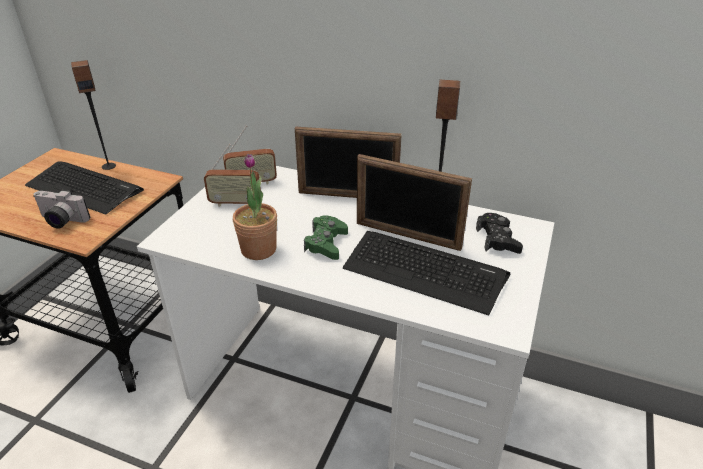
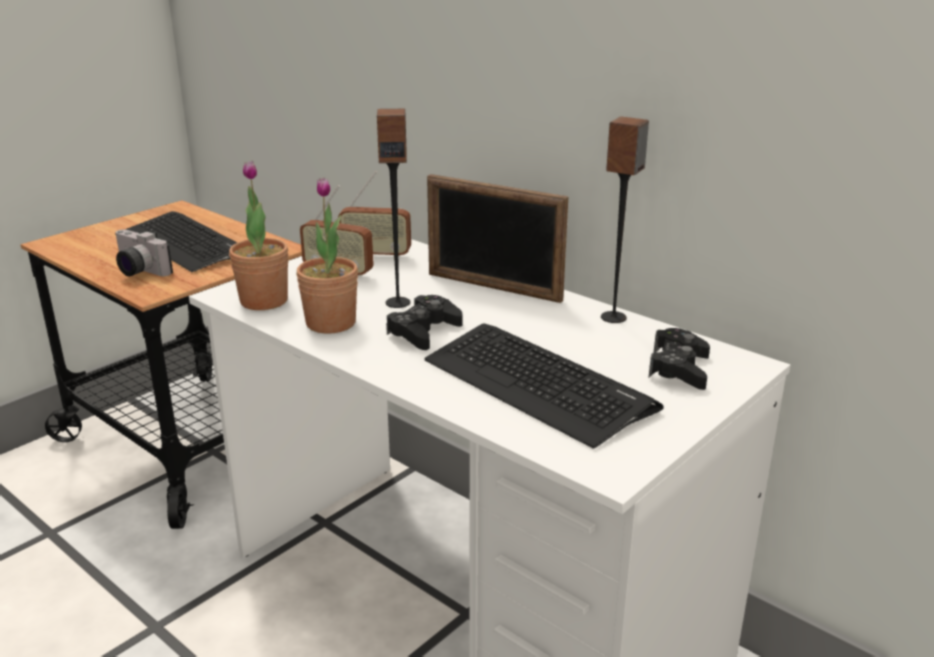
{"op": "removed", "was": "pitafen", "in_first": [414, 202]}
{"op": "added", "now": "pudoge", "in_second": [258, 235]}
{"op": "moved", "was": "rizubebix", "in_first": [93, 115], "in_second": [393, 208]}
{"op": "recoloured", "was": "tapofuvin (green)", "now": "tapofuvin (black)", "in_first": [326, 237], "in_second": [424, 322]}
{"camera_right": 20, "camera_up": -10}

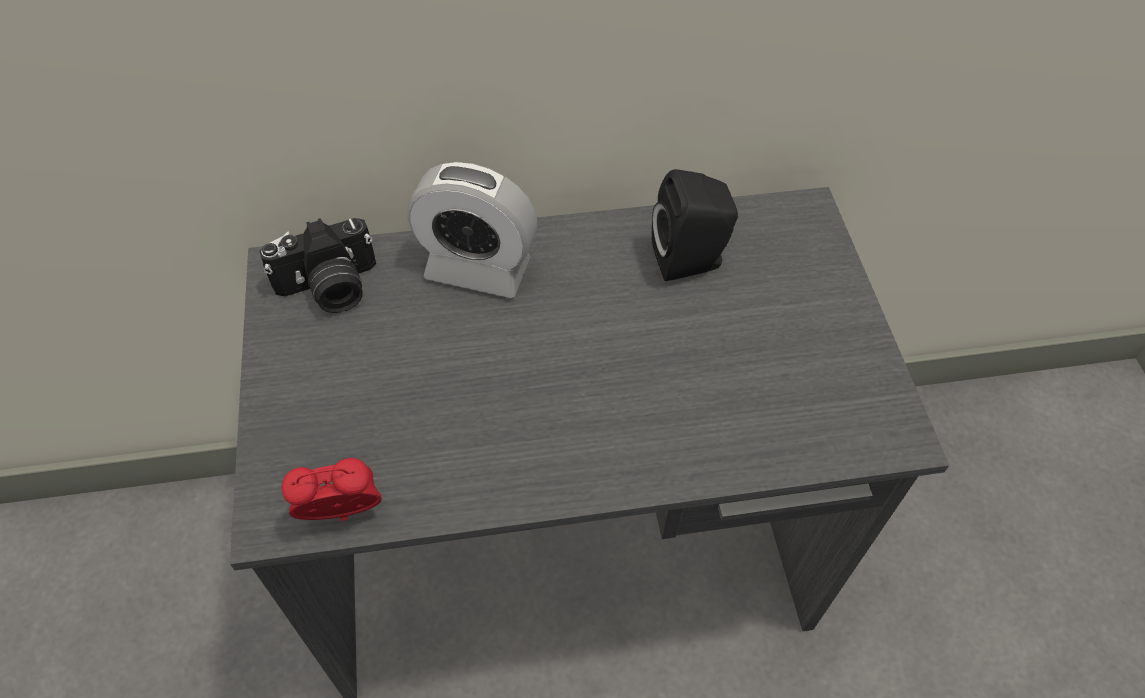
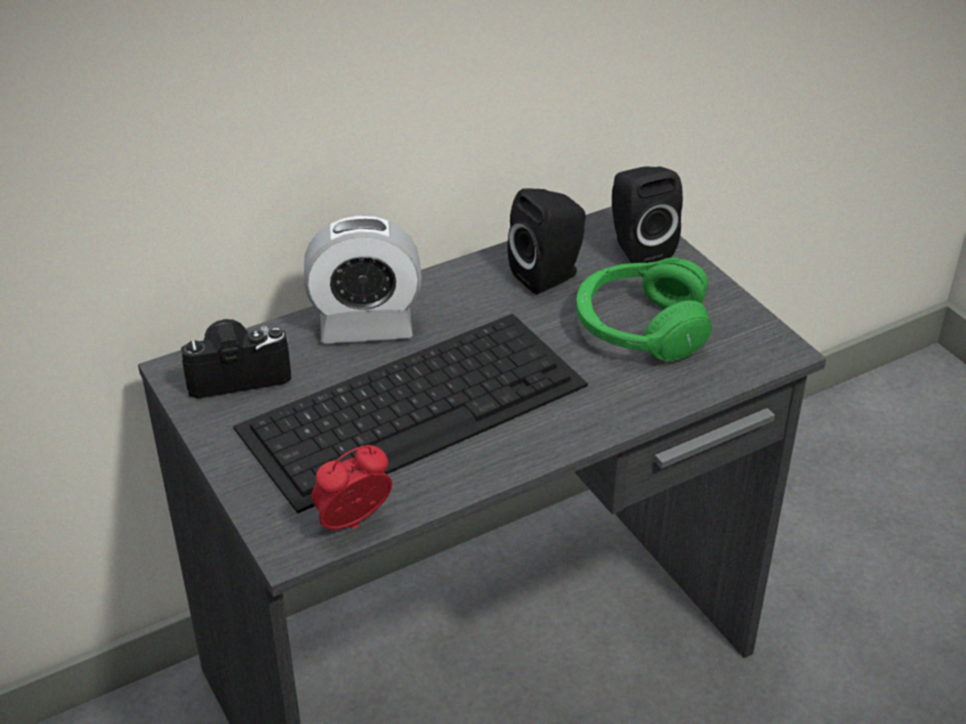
{"op": "added", "now": "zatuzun", "in_second": [410, 414]}
{"op": "added", "now": "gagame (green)", "in_second": [644, 309]}
{"op": "added", "now": "rizubebix (black)", "in_second": [647, 215]}
{"op": "turned", "was": "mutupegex", "in_first": [317, 265], "in_second": [235, 358], "clockwise": -150}
{"camera_right": -20, "camera_up": -15}

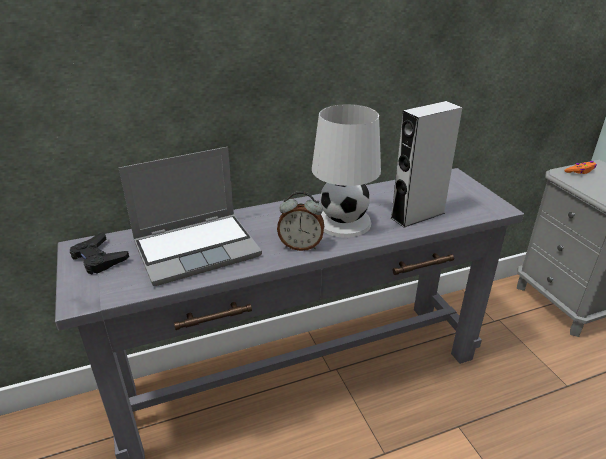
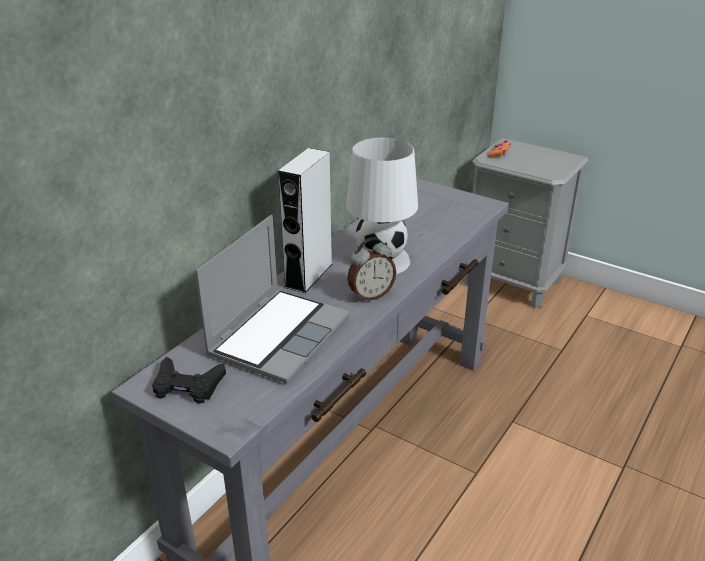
{"op": "moved", "was": "rizubebix (grey)", "in_first": [426, 164], "in_second": [305, 220]}
{"camera_right": -35, "camera_up": 0}

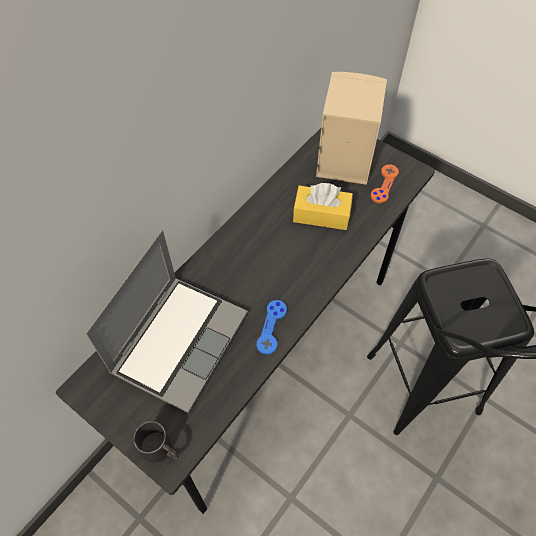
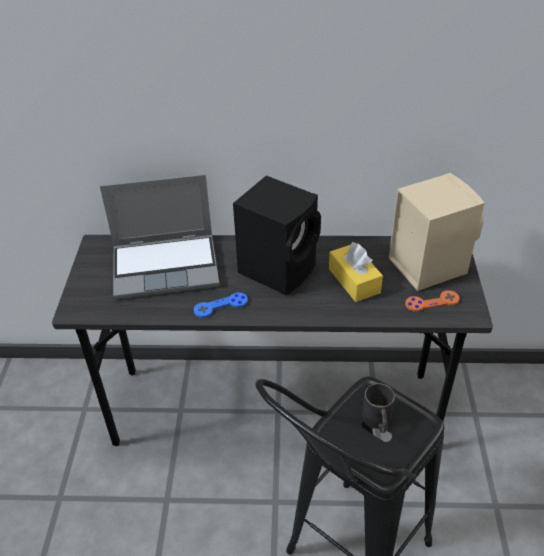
{"op": "added", "now": "rizubebix (black)", "in_second": [277, 235]}
{"op": "moved", "was": "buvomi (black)", "in_first": [156, 442], "in_second": [378, 408]}
{"camera_right": 55, "camera_up": -15}

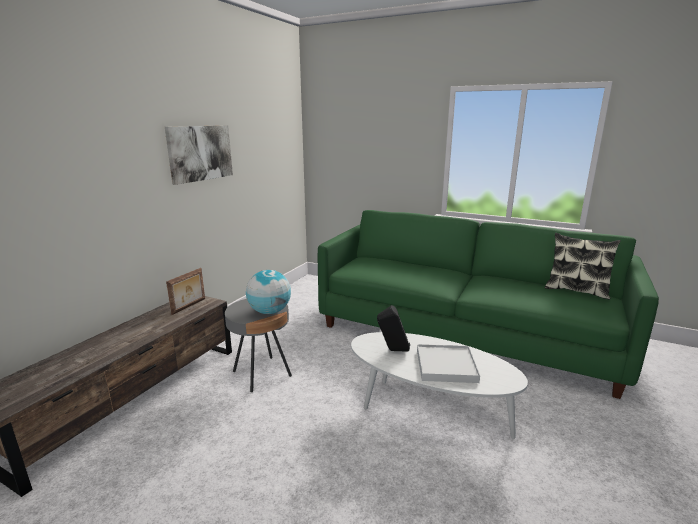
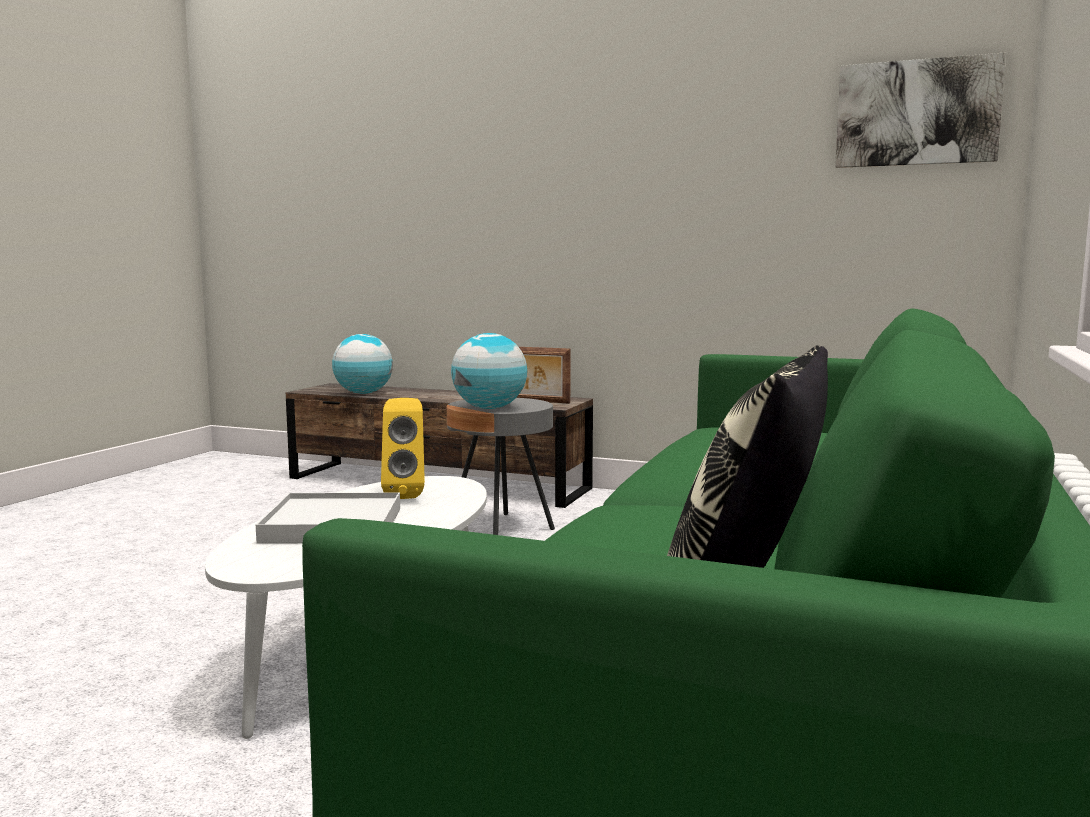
{"op": "added", "now": "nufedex", "in_second": [362, 364]}
{"op": "moved", "was": "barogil", "in_first": [199, 155], "in_second": [920, 110]}
{"op": "recoloured", "was": "rizubebix (black)", "now": "rizubebix (yellow)", "in_first": [393, 328], "in_second": [403, 448]}
{"camera_right": 85, "camera_up": -10}

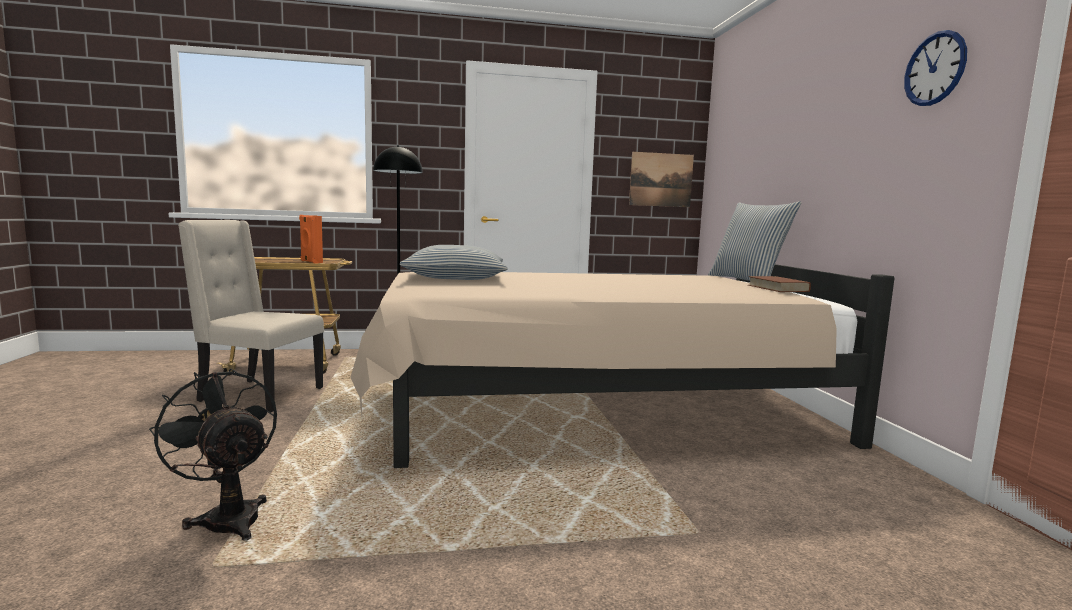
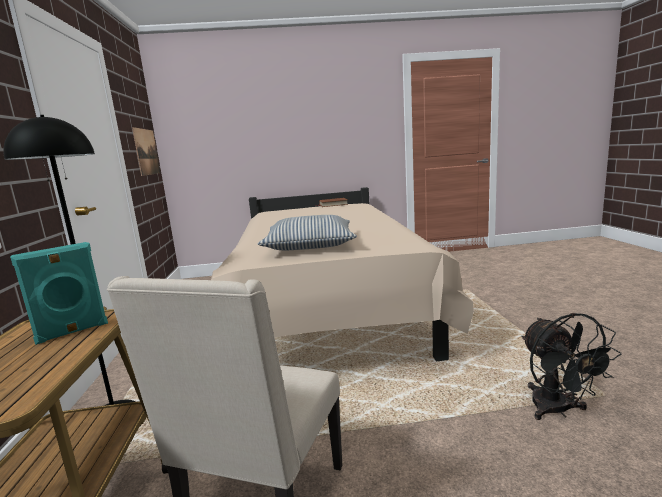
{"op": "removed", "was": "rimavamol", "in_first": [755, 241]}
{"op": "removed", "was": "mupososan", "in_first": [935, 68]}
{"op": "recoloured", "was": "rizubebix (orange)", "now": "rizubebix (turquoise)", "in_first": [311, 239], "in_second": [59, 293]}
{"op": "turned", "was": "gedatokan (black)", "in_first": [213, 455], "in_second": [571, 366], "clockwise": -60}
{"camera_right": -85, "camera_up": 5}

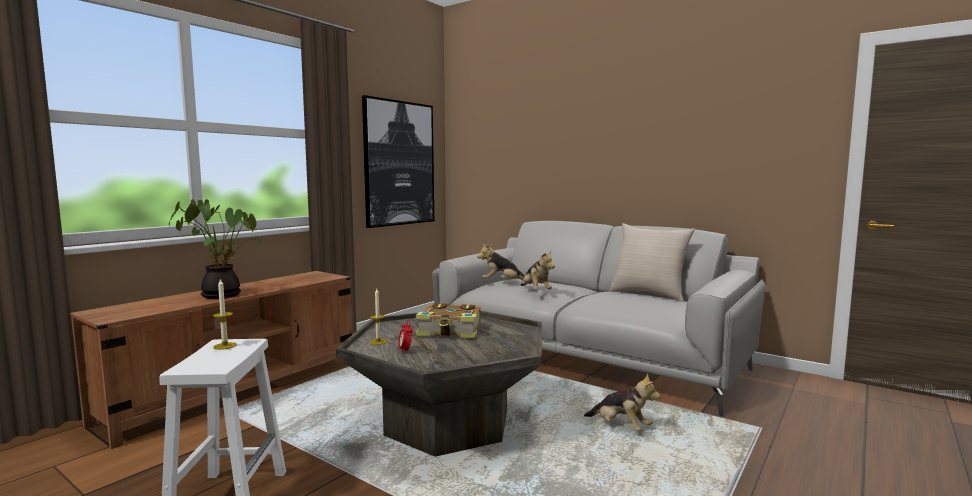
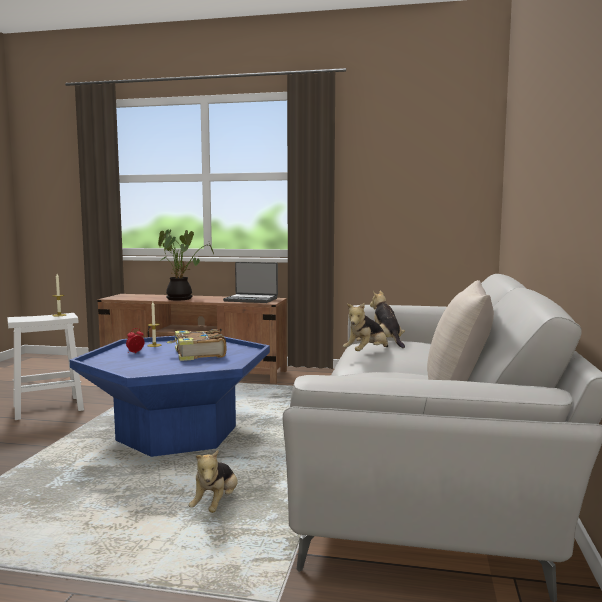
{"op": "removed", "was": "barogil", "in_first": [398, 161]}
{"op": "added", "now": "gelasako", "in_second": [250, 282]}
{"op": "recoloured", "was": "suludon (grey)", "now": "suludon (blue)", "in_first": [439, 384], "in_second": [170, 396]}
{"camera_right": 65, "camera_up": 0}

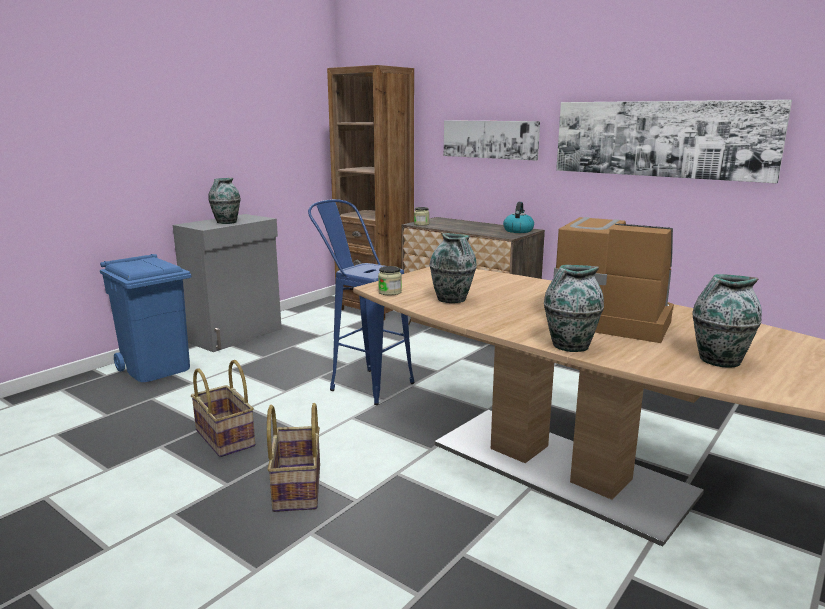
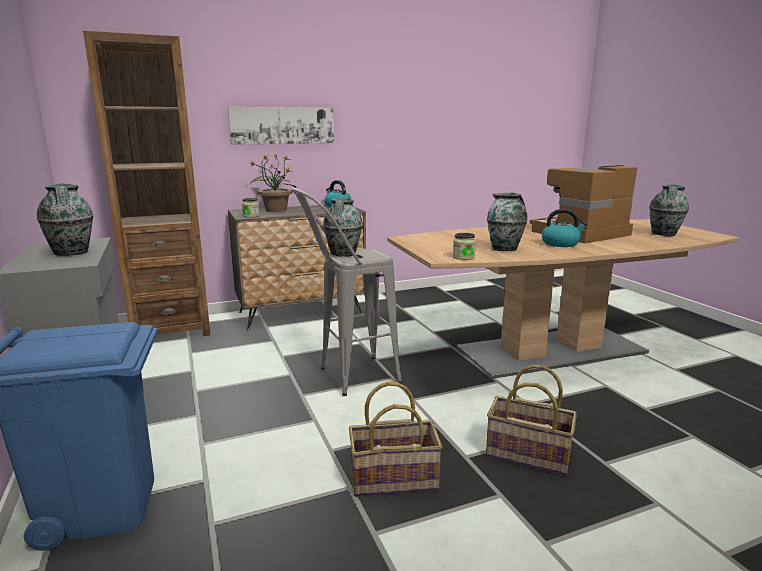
{"op": "removed", "was": "barogil", "in_first": [674, 141]}
{"op": "added", "now": "pudoge", "in_second": [272, 183]}
{"op": "added", "now": "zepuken", "in_second": [565, 228]}
{"op": "moved", "was": "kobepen", "in_first": [574, 308], "in_second": [343, 227]}
{"op": "recoloured", "was": "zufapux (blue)", "now": "zufapux (grey)", "in_first": [361, 302], "in_second": [347, 292]}
{"camera_right": -60, "camera_up": 0}

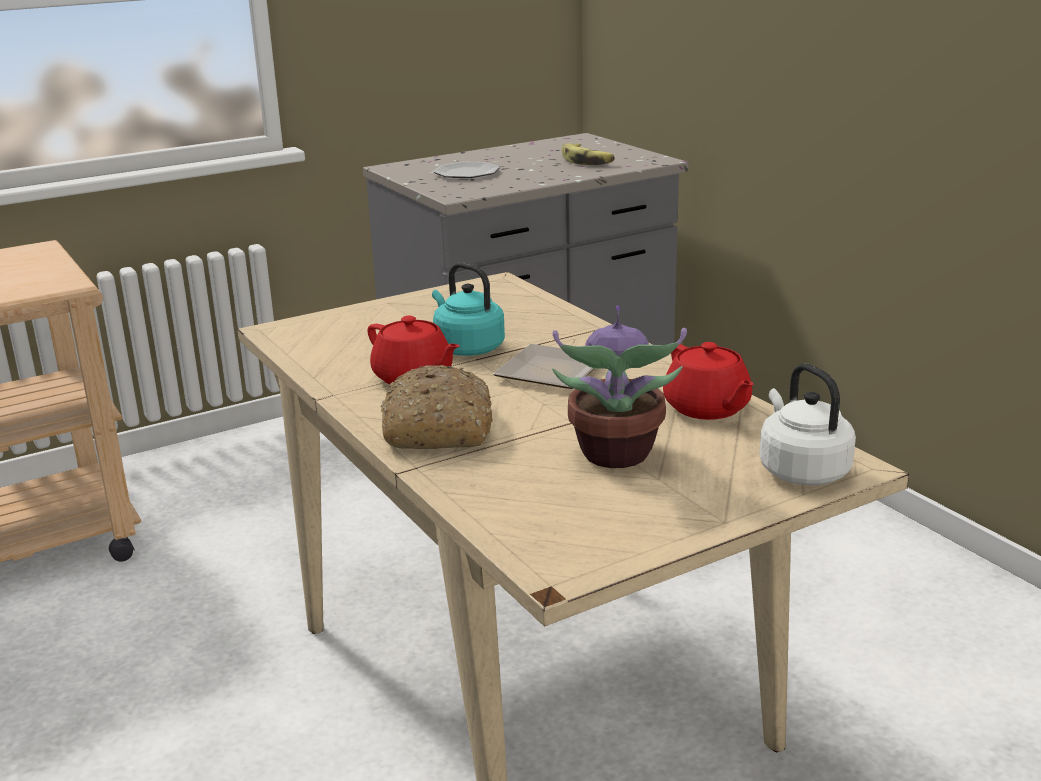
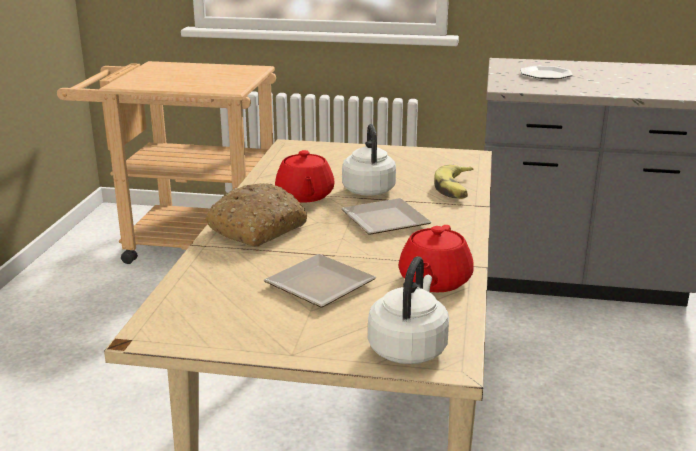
{"op": "moved", "was": "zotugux", "in_first": [588, 154], "in_second": [454, 181]}
{"op": "replaced", "was": "pudoge", "now": "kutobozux", "in_first": [619, 386], "in_second": [320, 280]}
{"op": "recoloured", "was": "zepuken (turquoise)", "now": "zepuken (white)", "in_first": [468, 309], "in_second": [369, 159]}
{"camera_right": 40, "camera_up": 0}

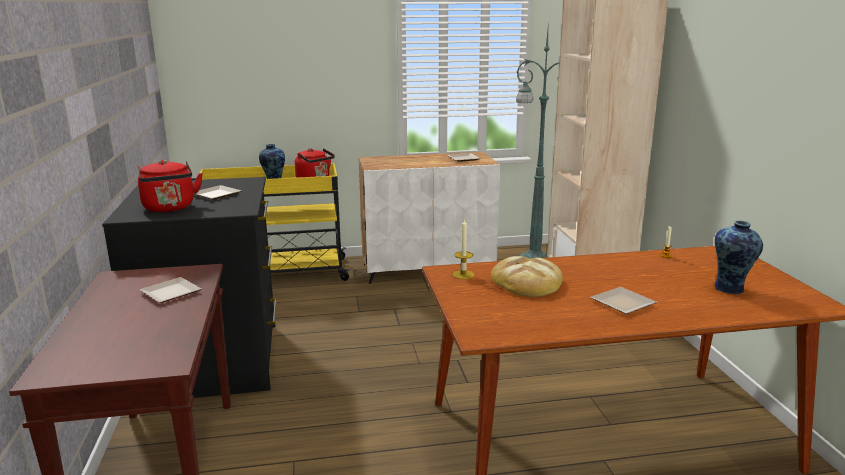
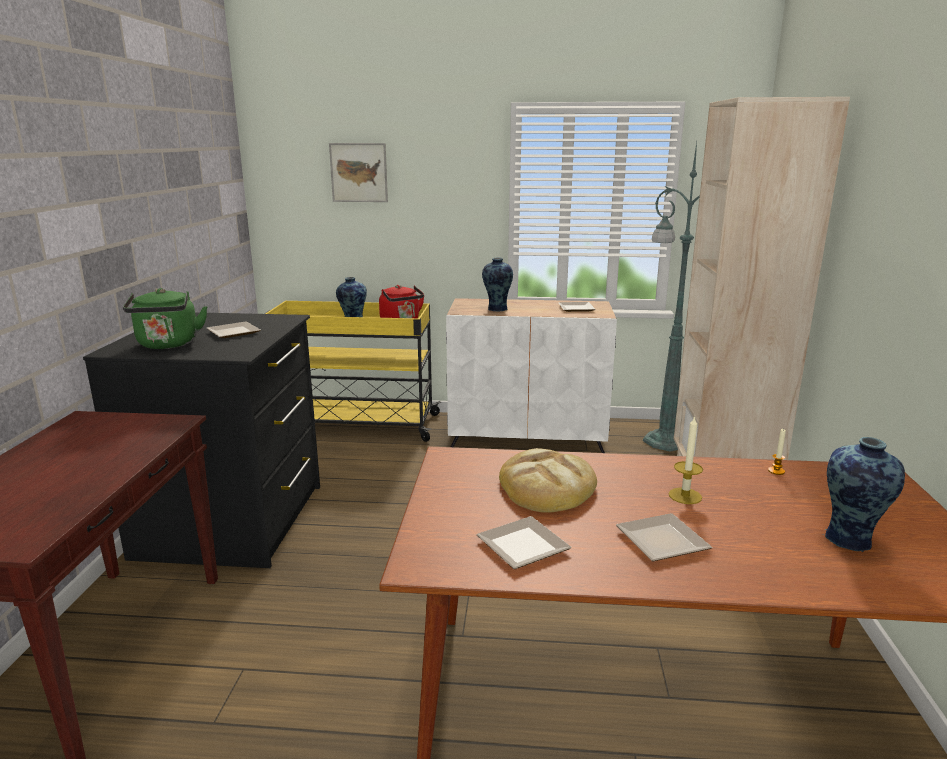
{"op": "added", "now": "barogil", "in_second": [358, 172]}
{"op": "added", "now": "kobepen", "in_second": [497, 284]}
{"op": "moved", "was": "kutobozux", "in_first": [170, 290], "in_second": [524, 542]}
{"op": "moved", "was": "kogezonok", "in_first": [463, 248], "in_second": [685, 460]}
{"op": "recoloured", "was": "zepuken (red)", "now": "zepuken (green)", "in_first": [170, 186], "in_second": [165, 318]}
{"camera_right": 15, "camera_up": 0}

